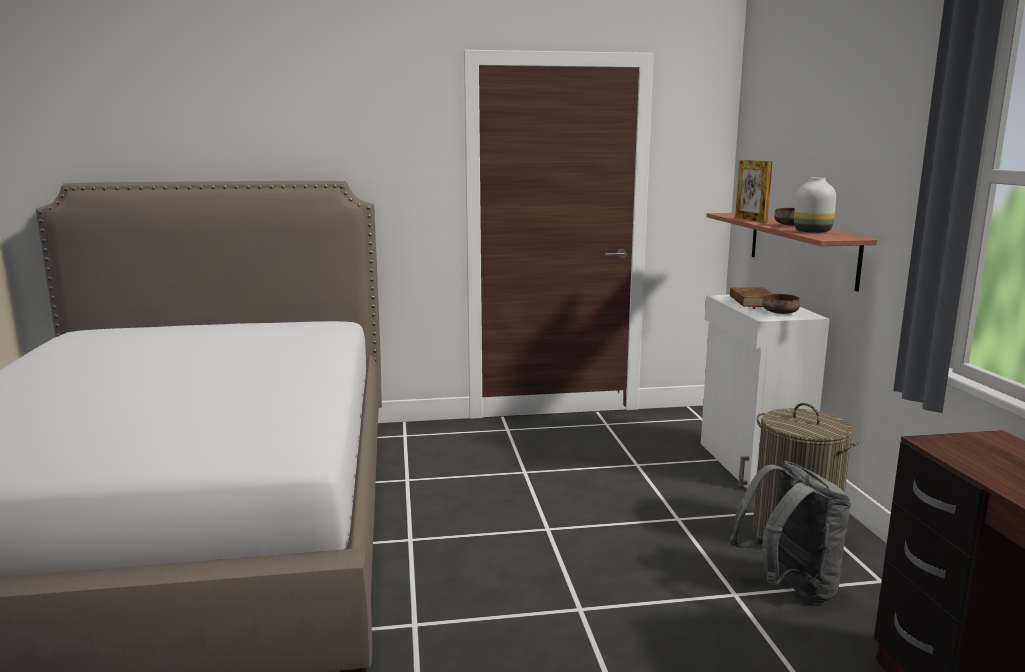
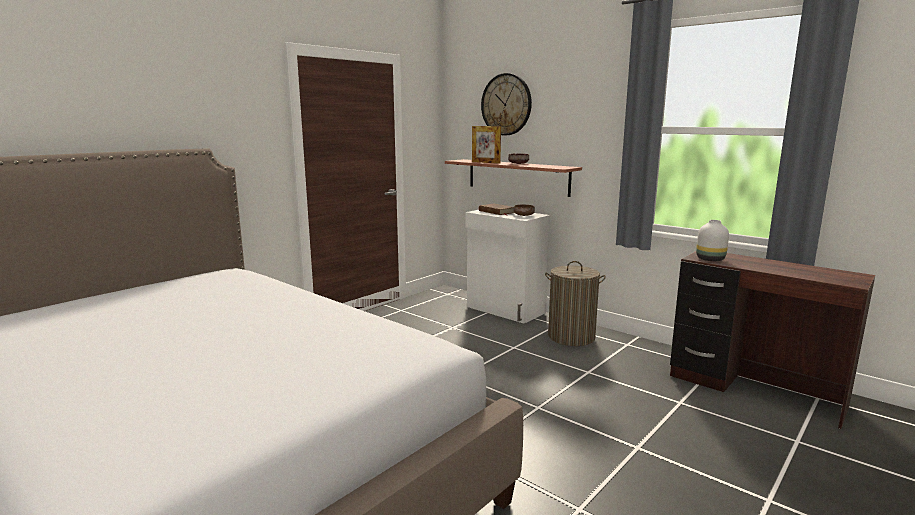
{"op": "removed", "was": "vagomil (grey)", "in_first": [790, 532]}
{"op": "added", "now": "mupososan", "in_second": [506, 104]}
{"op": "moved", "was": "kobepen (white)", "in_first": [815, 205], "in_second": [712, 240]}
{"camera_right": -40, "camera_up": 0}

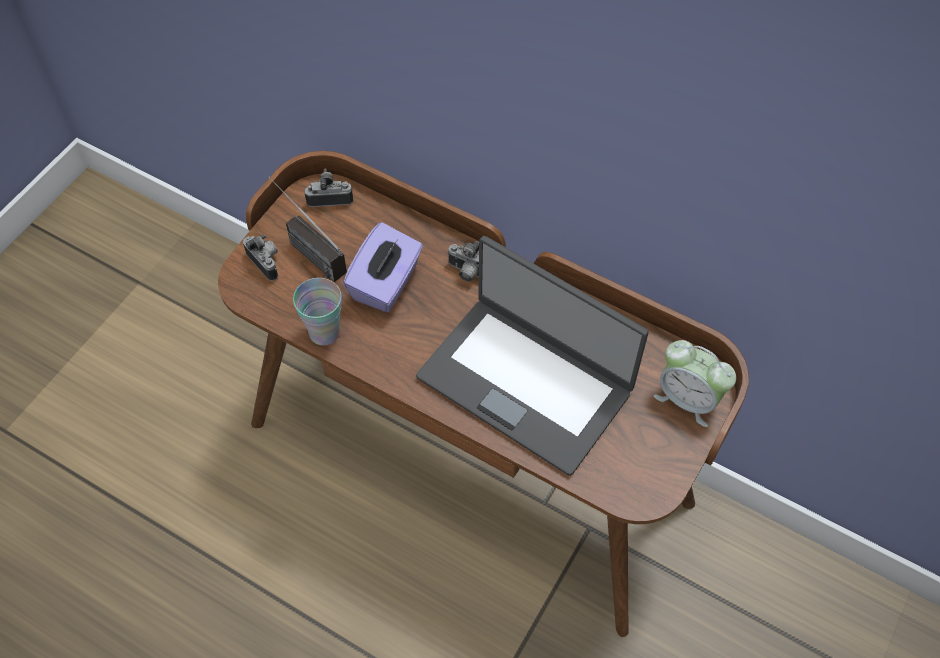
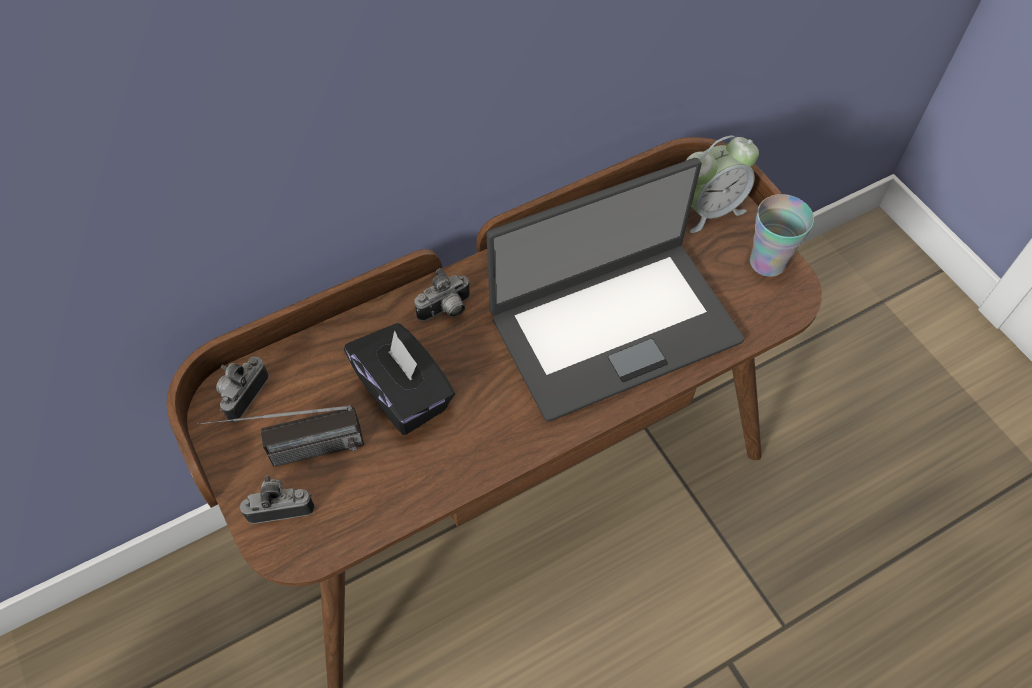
{"op": "moved", "was": "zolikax", "in_first": [317, 311], "in_second": [782, 235]}
{"op": "recoloured", "was": "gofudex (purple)", "now": "gofudex (black)", "in_first": [383, 267], "in_second": [399, 379]}
{"camera_right": -60, "camera_up": 0}

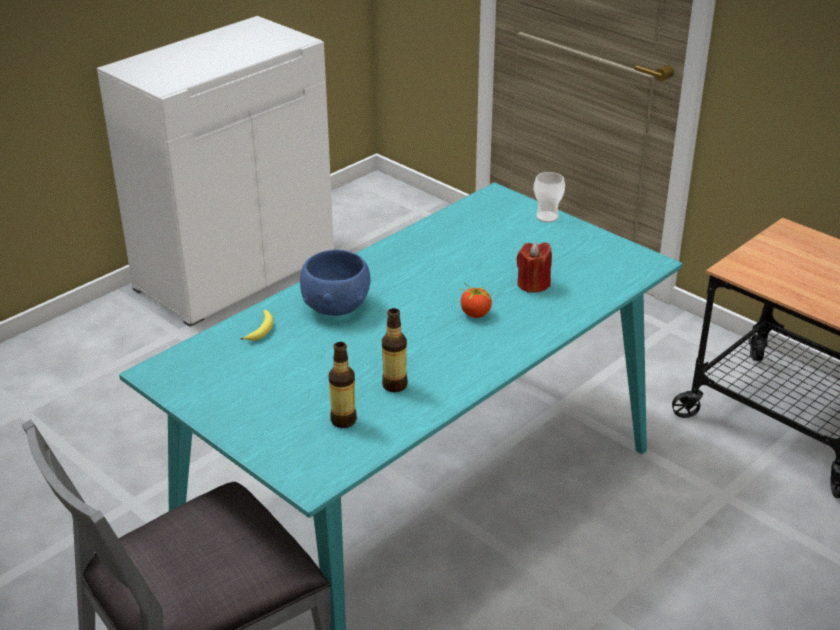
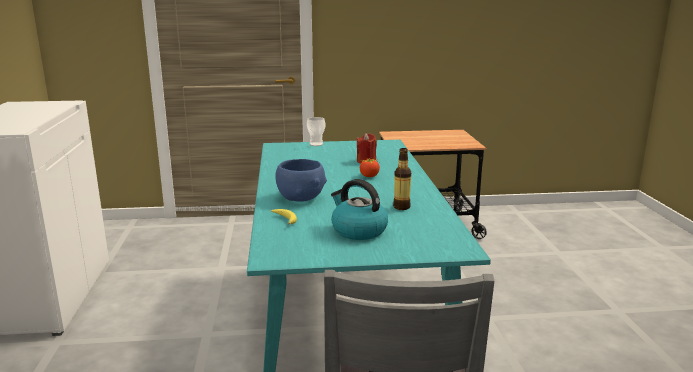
{"op": "removed", "was": "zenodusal", "in_first": [343, 385]}
{"op": "added", "now": "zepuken", "in_second": [359, 209]}
{"camera_right": -50, "camera_up": -15}

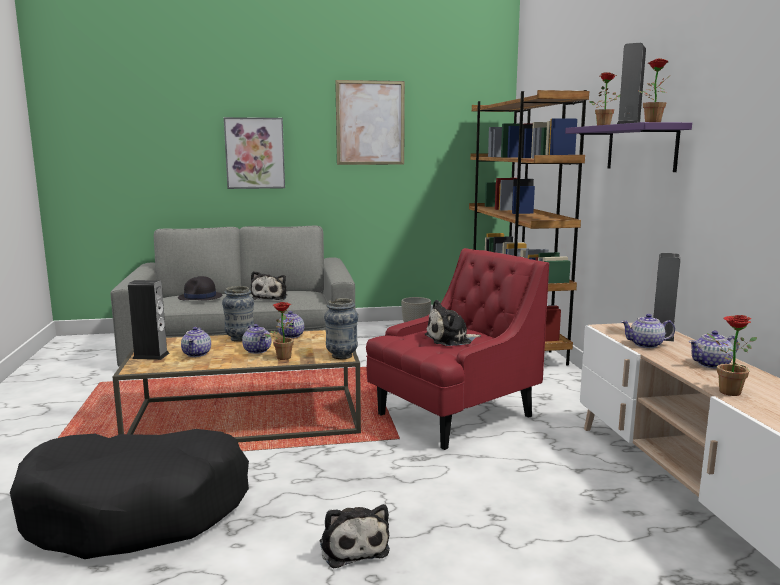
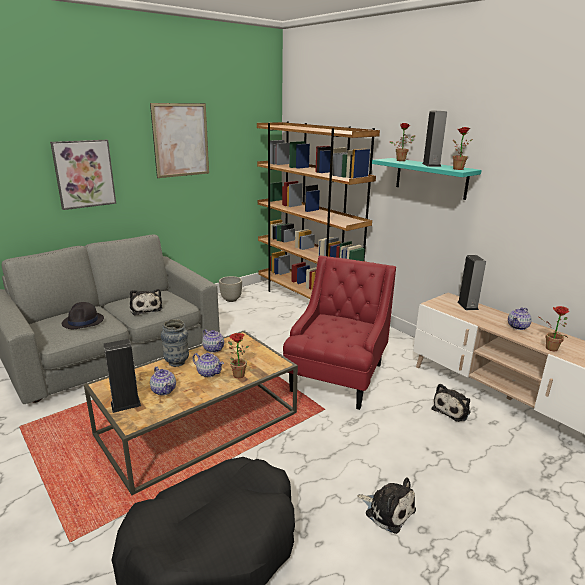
{"op": "removed", "was": "kobepen", "in_first": [341, 328]}
{"op": "removed", "was": "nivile", "in_first": [648, 331]}
{"op": "moved", "was": "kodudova", "in_first": [452, 323], "in_second": [451, 403]}
{"op": "recoloured", "was": "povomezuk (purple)", "now": "povomezuk (turquoise)", "in_first": [628, 147], "in_second": [427, 179]}
{"camera_right": -30, "camera_up": 10}

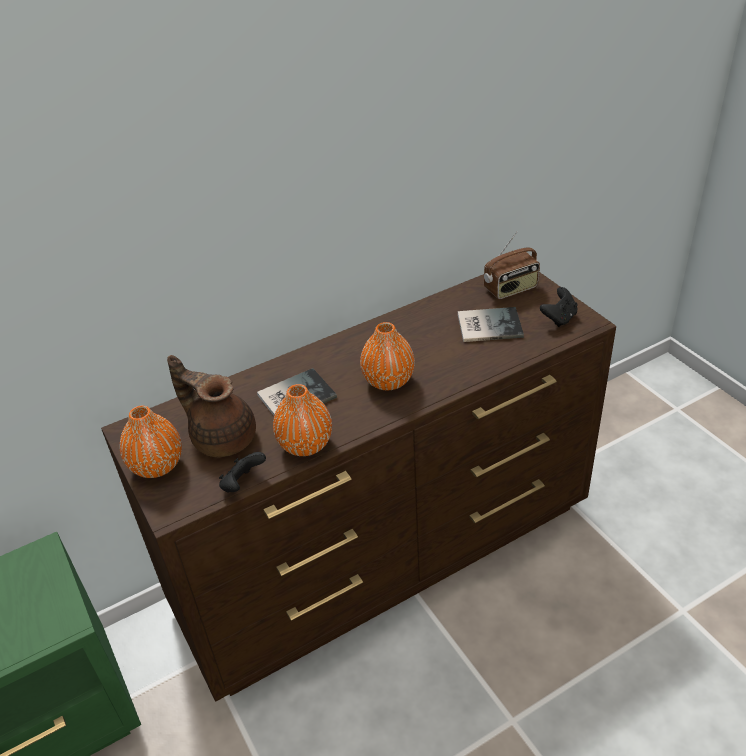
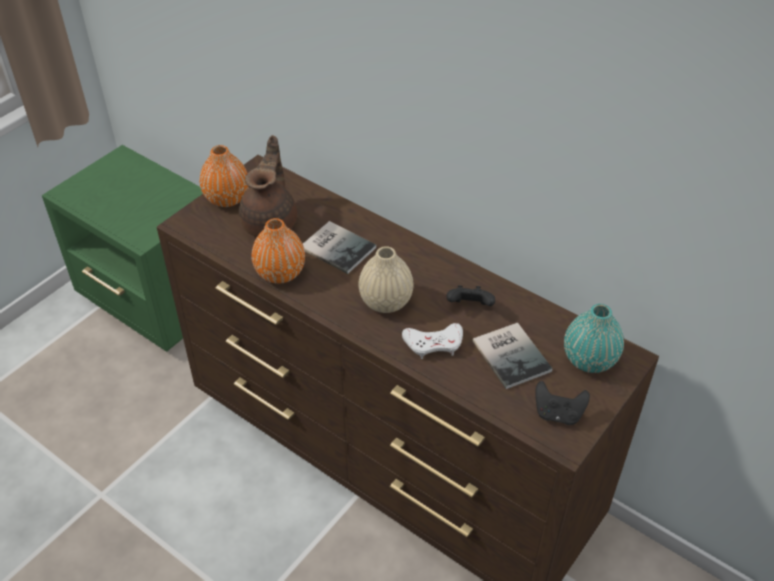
{"op": "added", "now": "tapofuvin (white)", "in_second": [432, 341]}
{"op": "moved", "was": "tapofuvin (black)", "in_first": [242, 472], "in_second": [470, 295]}
{"op": "replaced", "was": "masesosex", "now": "kobepen (turquoise)", "in_first": [512, 265], "in_second": [594, 338]}
{"op": "recoloured", "was": "kobepen (orange)", "now": "kobepen (beige)", "in_first": [387, 356], "in_second": [386, 279]}
{"camera_right": 65, "camera_up": 5}

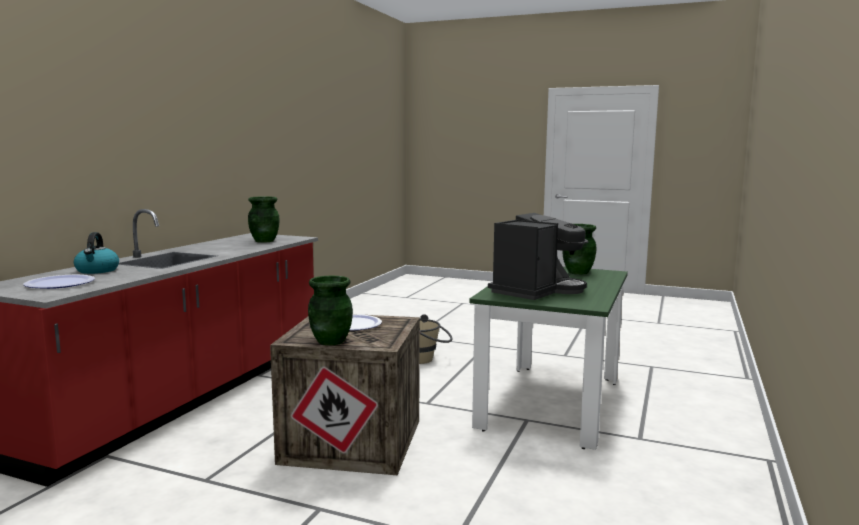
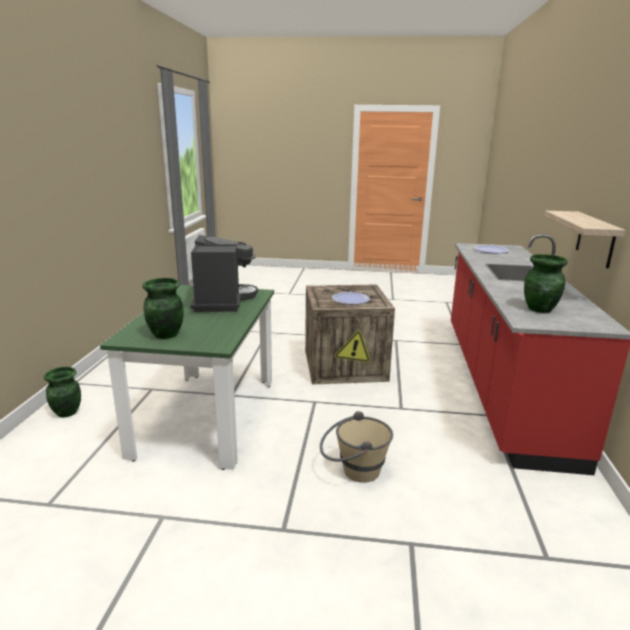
{"op": "removed", "was": "zepuken", "in_first": [96, 253]}
{"op": "added", "now": "povomezuk", "in_second": [585, 239]}
{"op": "moved", "was": "kobepen (green)", "in_first": [330, 310], "in_second": [62, 392]}
{"op": "turned", "was": "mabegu", "in_first": [538, 256], "in_second": [224, 273], "clockwise": 150}
{"camera_right": 165, "camera_up": 10}

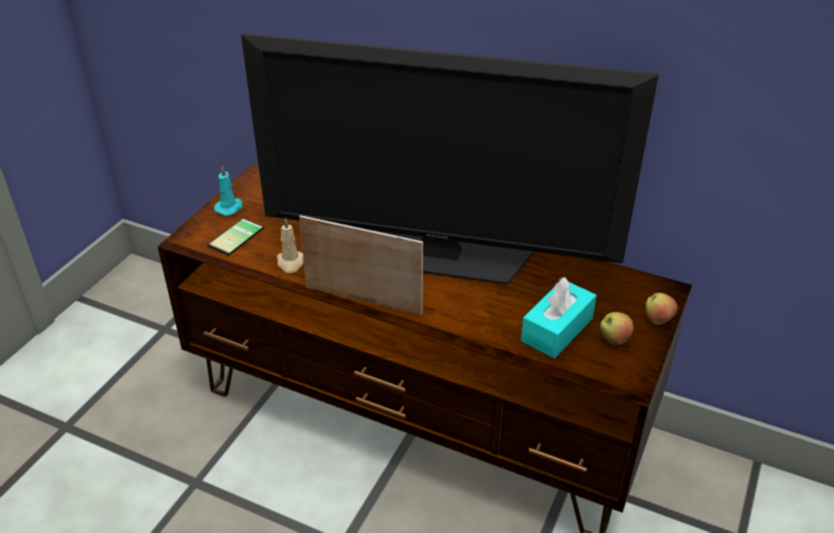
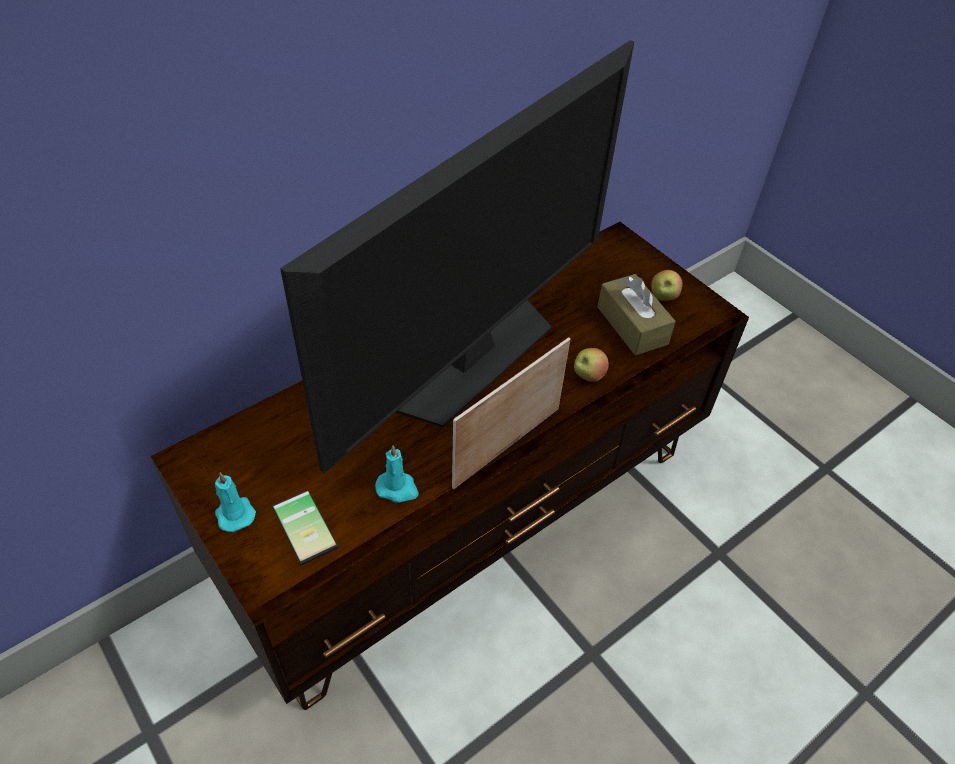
{"op": "moved", "was": "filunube", "in_first": [661, 309], "in_second": [591, 365]}
{"op": "recoloured", "was": "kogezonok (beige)", "now": "kogezonok (turquoise)", "in_first": [290, 245], "in_second": [397, 474]}
{"op": "recoloured", "was": "gofudex (turquoise)", "now": "gofudex (brown)", "in_first": [559, 317], "in_second": [636, 314]}
{"camera_right": -65, "camera_up": 10}

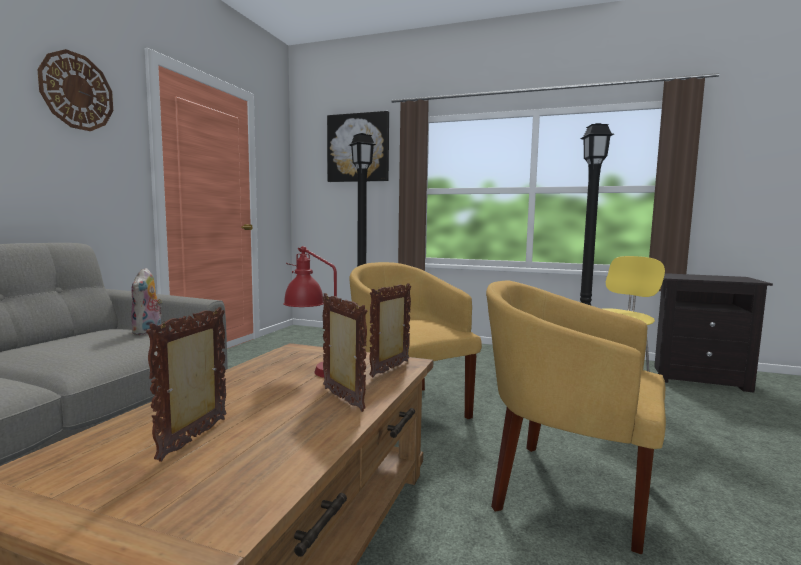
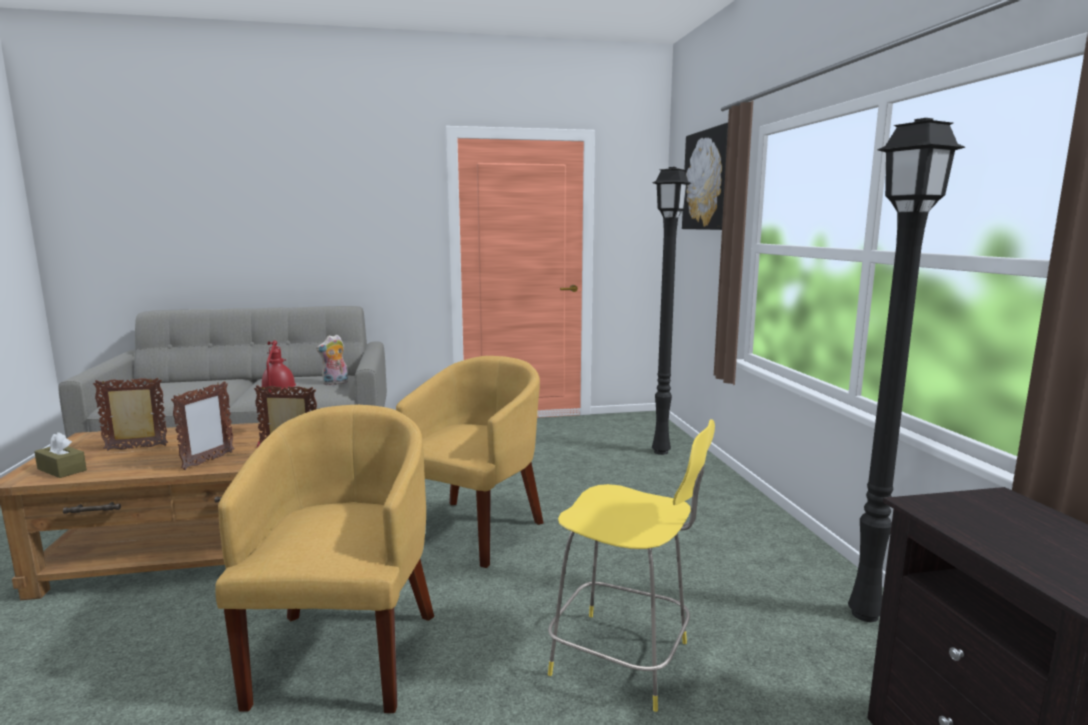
{"op": "removed", "was": "mupososan", "in_first": [75, 90]}
{"op": "added", "now": "gofudex (brown)", "in_second": [60, 455]}
{"camera_right": 60, "camera_up": 5}

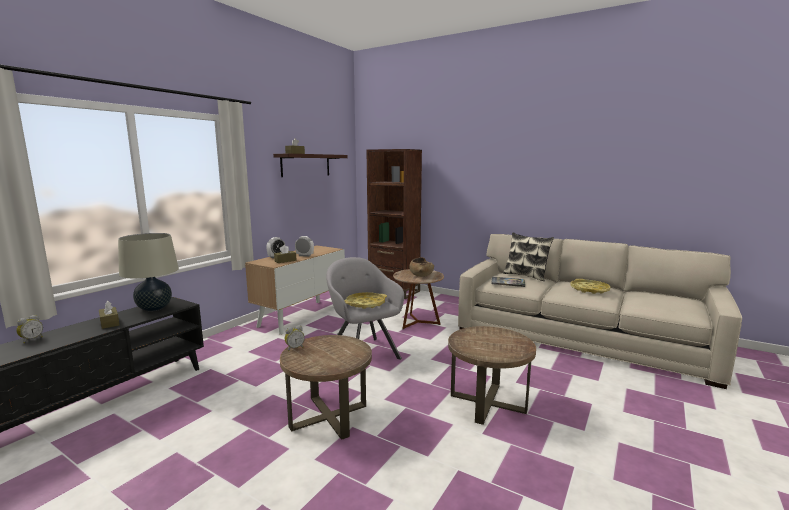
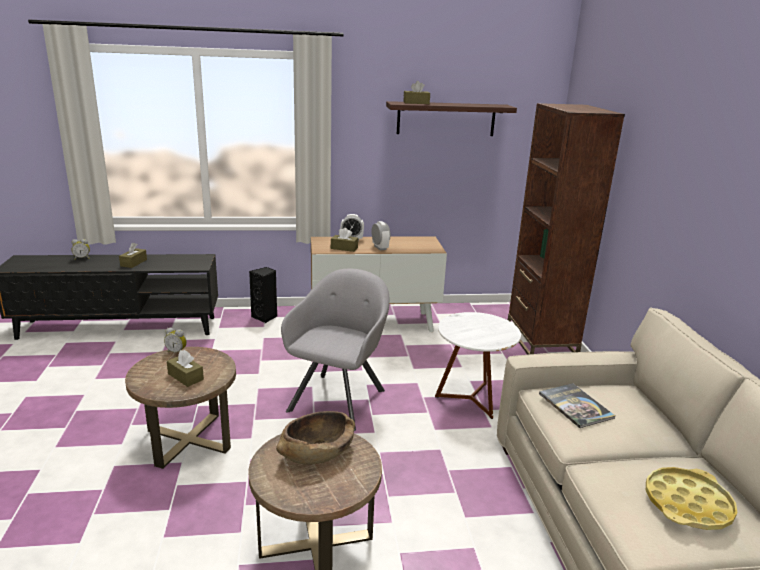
{"op": "removed", "was": "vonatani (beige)", "in_first": [148, 272]}
{"op": "removed", "was": "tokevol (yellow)", "in_first": [365, 300]}
{"op": "removed", "was": "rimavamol", "in_first": [528, 256]}
{"op": "added", "now": "gofudex (brown)", "in_second": [185, 368]}
{"op": "added", "now": "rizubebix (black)", "in_second": [263, 295]}
{"op": "moved", "was": "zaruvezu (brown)", "in_first": [422, 267], "in_second": [315, 438]}
{"op": "recoloured", "was": "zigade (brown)", "now": "zigade (white)", "in_first": [418, 299], "in_second": [478, 365]}
{"camera_right": 50, "camera_up": 10}

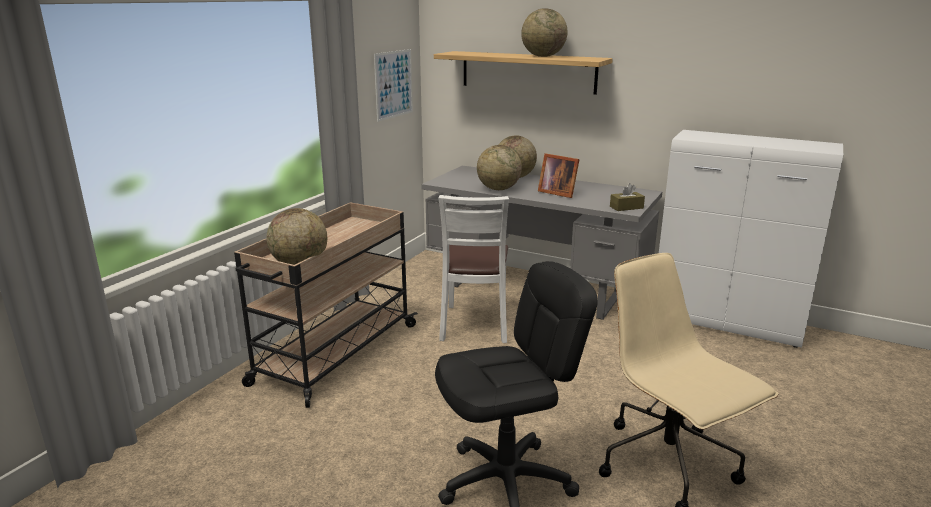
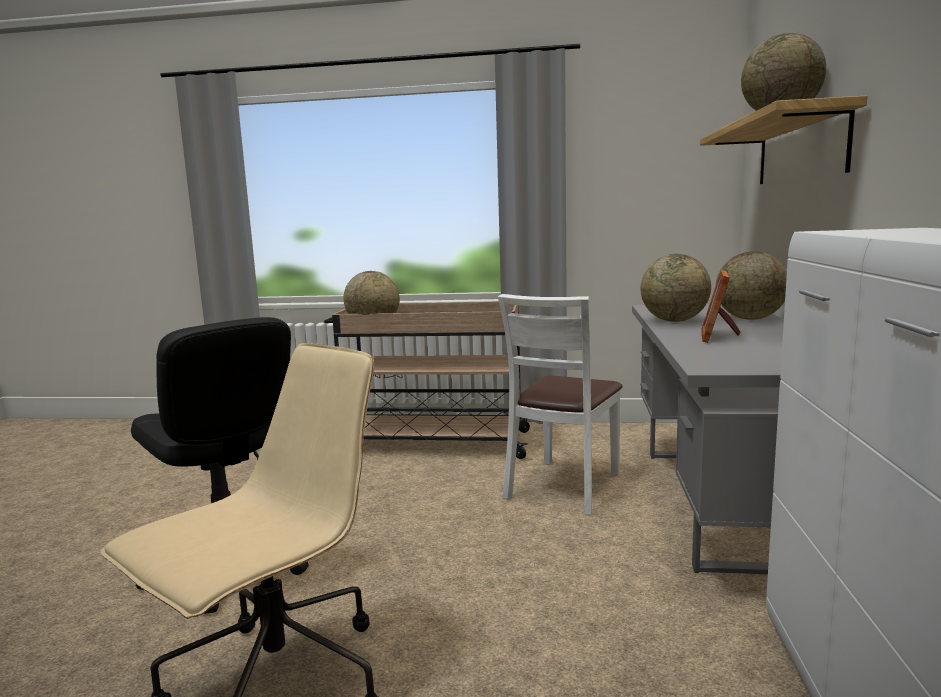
{"op": "removed", "was": "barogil", "in_first": [393, 85]}
{"op": "removed", "was": "gofudex (brown)", "in_first": [627, 197]}
{"op": "turned", "was": "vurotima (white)", "in_first": [473, 269], "in_second": [560, 404], "clockwise": -45}
{"camera_right": 70, "camera_up": -10}

